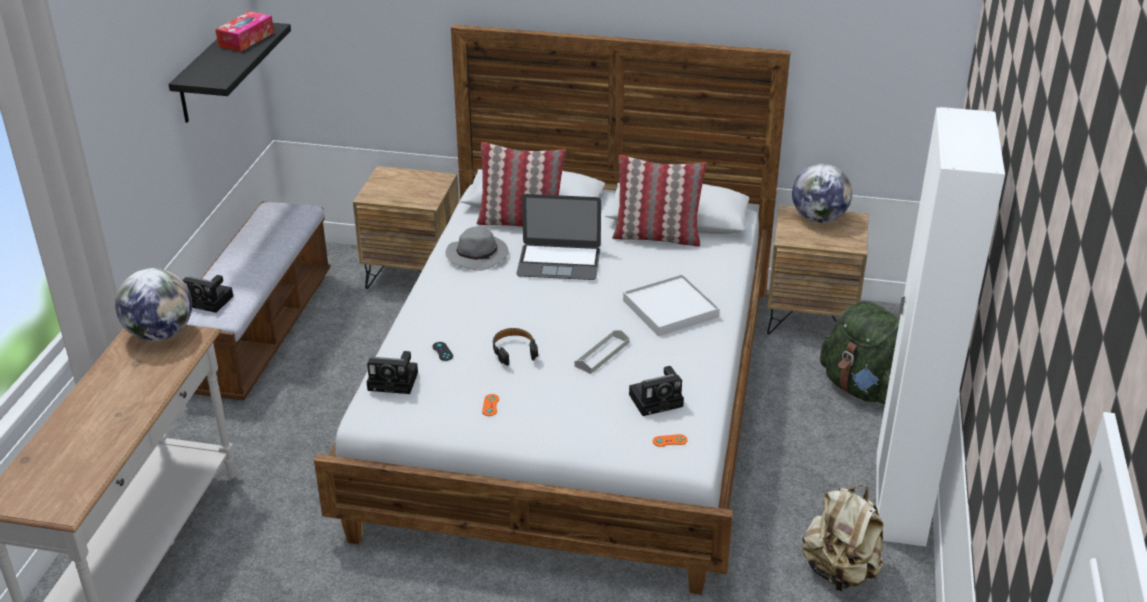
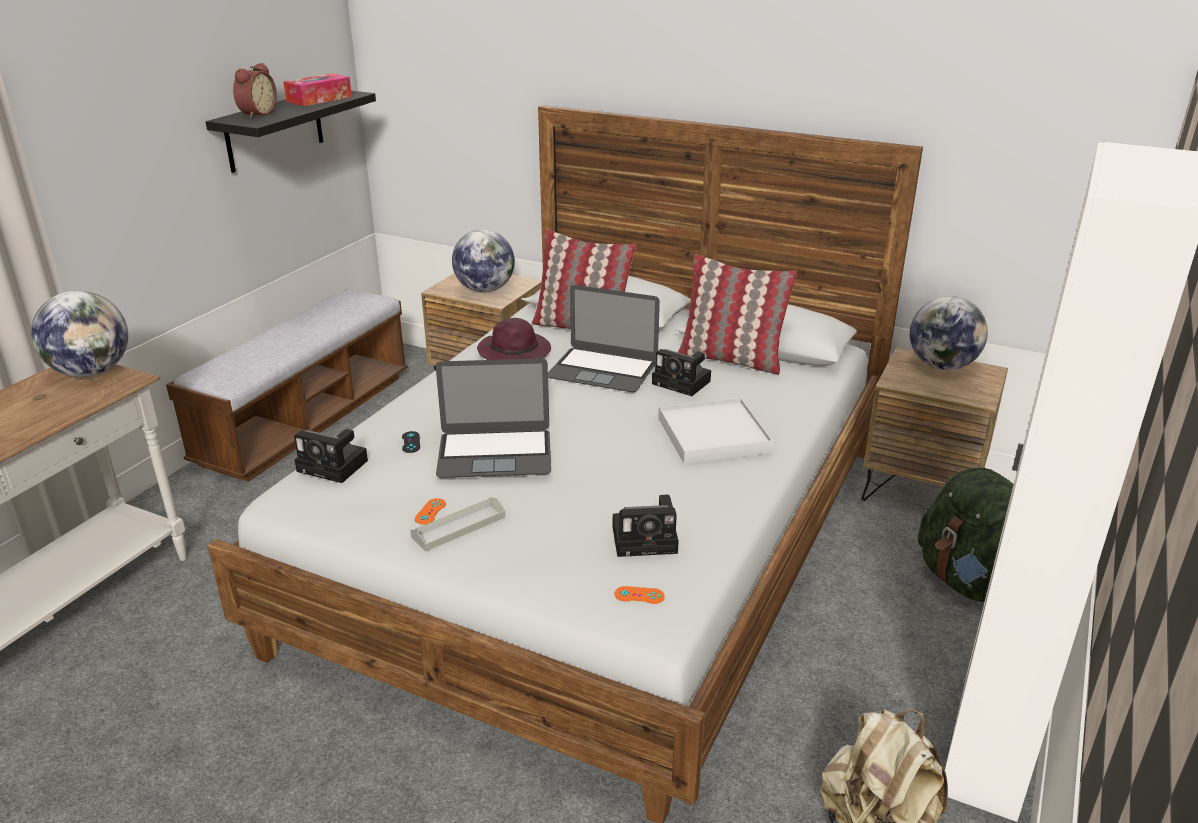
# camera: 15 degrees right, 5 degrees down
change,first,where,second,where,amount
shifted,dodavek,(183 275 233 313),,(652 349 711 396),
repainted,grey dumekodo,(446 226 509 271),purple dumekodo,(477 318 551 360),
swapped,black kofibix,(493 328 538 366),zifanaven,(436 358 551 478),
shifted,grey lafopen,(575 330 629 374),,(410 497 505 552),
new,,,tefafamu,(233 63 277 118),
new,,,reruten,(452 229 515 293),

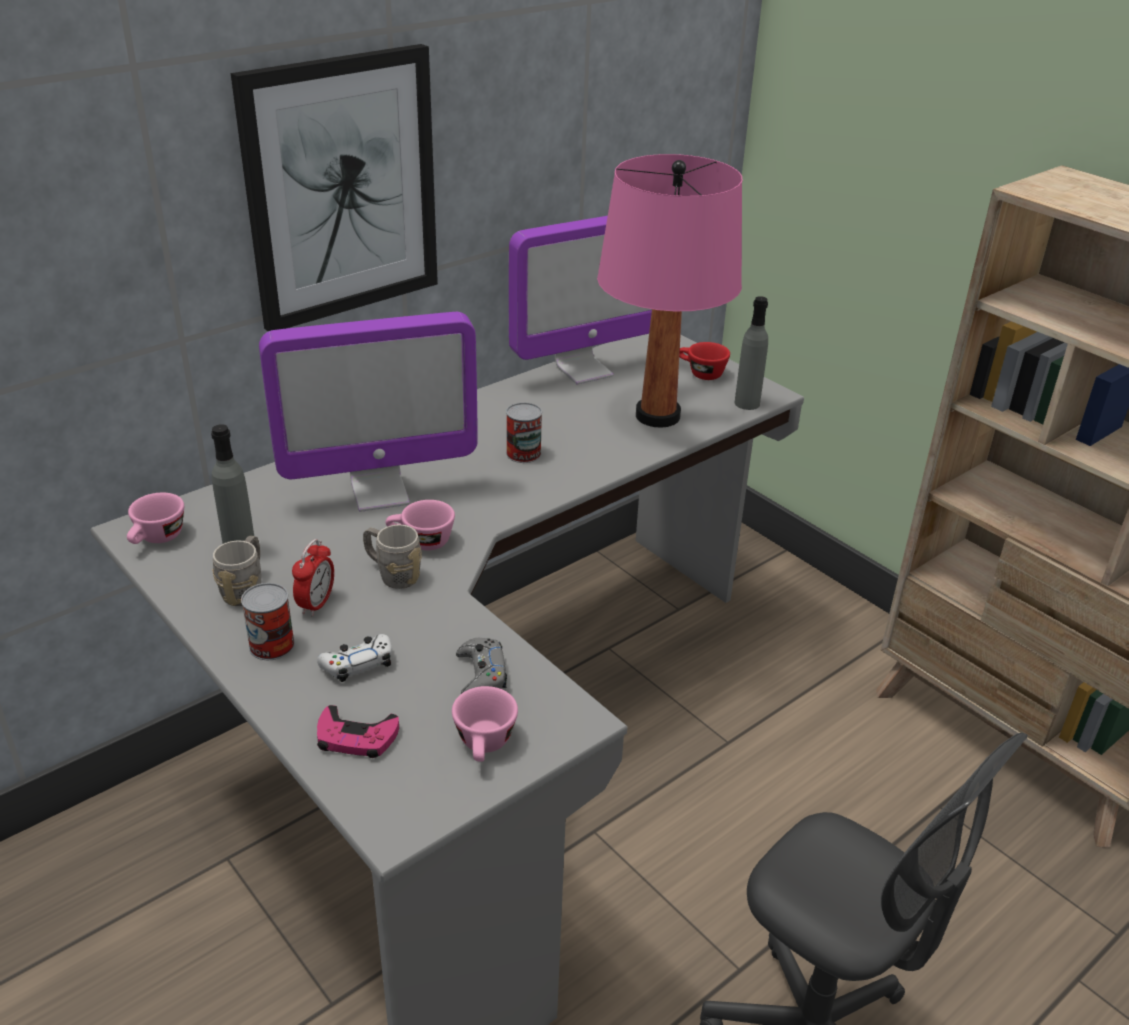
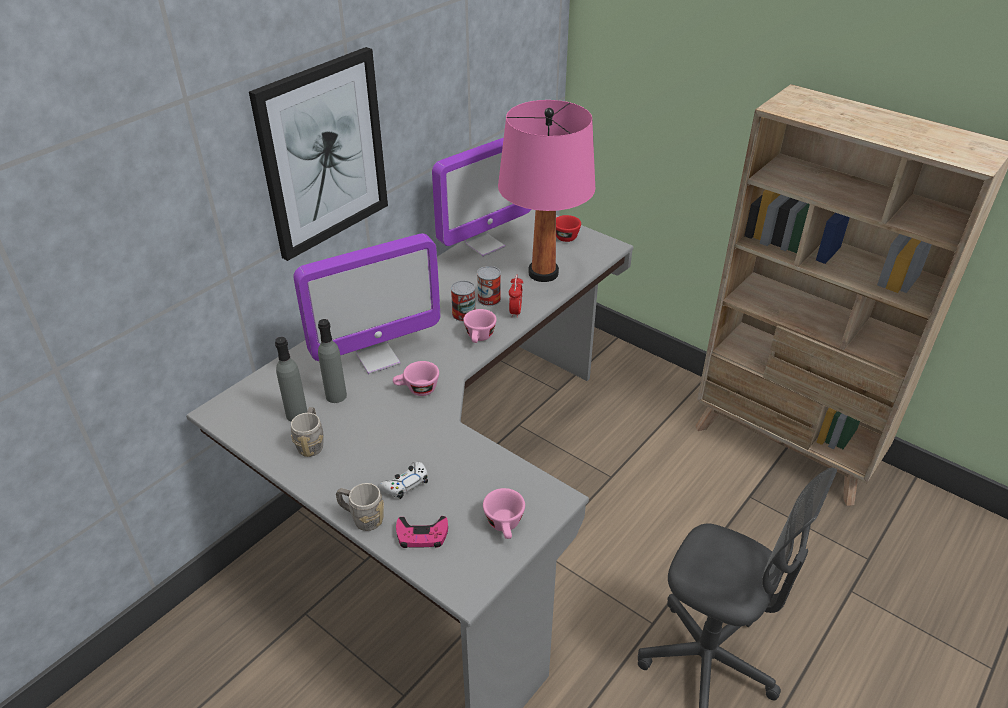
# camera: 10 degrees left, 5 degrees up
change,first,where,second,where,amount
shifted,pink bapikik,(127 493 184 544),,(463 309 497 343),
shifted,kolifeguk,(241 583 295 660),,(477 266 501 306),
shifted,tefafamu,(292 539 334 617),,(509 275 523 318),
shifted,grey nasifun,(363 524 422 589),,(336 483 384 531),
gone,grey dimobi,(456 638 507 694),,,
shifted,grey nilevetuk,(735 296 768 410),,(318 319 347 403),

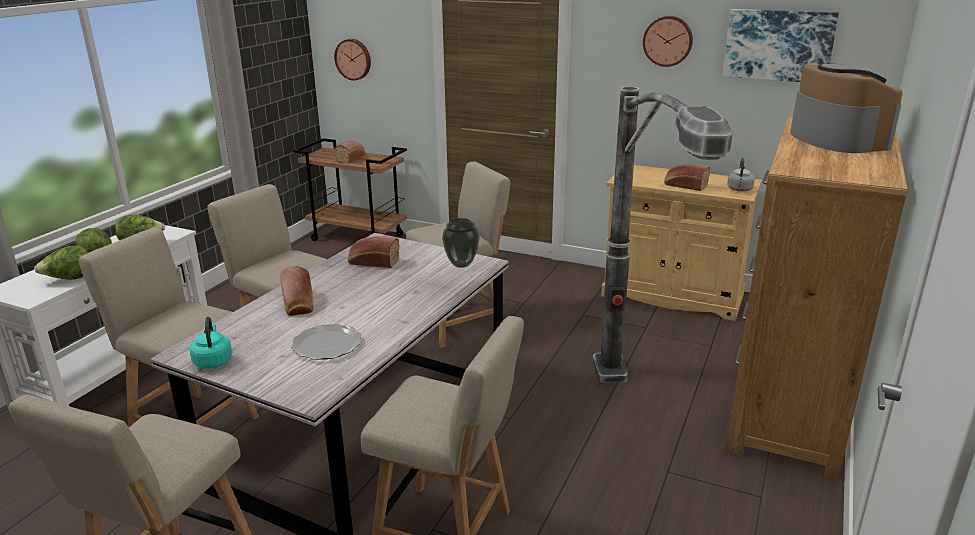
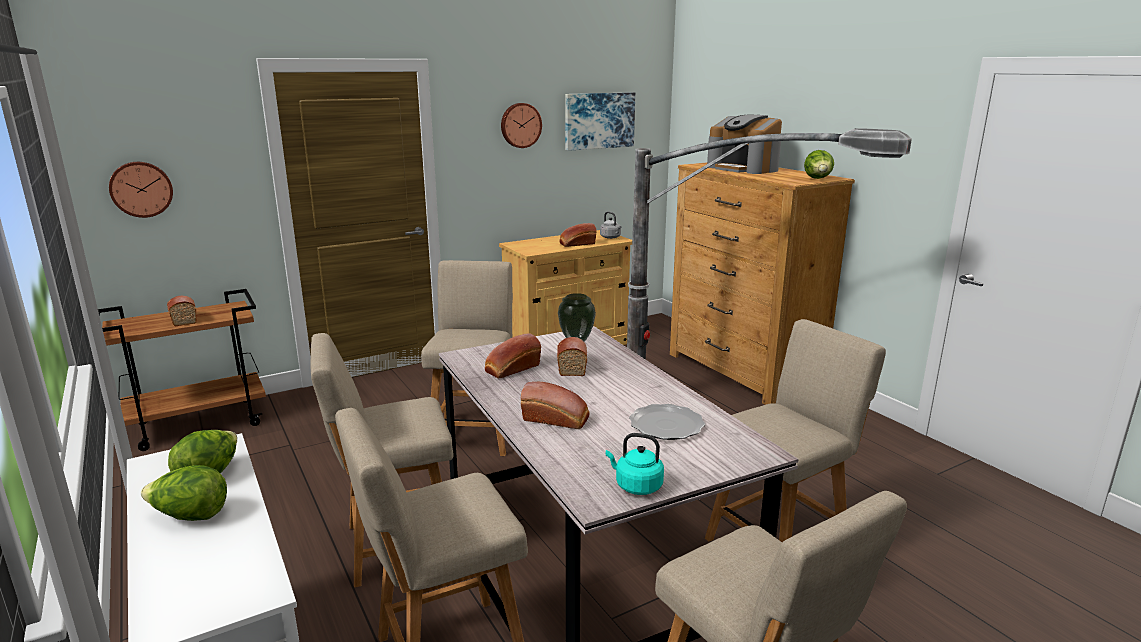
# camera: 55 degrees left, 5 degrees down
change,first,where,second,where,amount
shifted,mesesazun,(34 246 88 280),,(804 150 834 179),
rotated,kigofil,(790 62 903 153),,(707 115 782 174),150 degrees counterclockwise
new,,,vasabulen,(557 337 587 376),

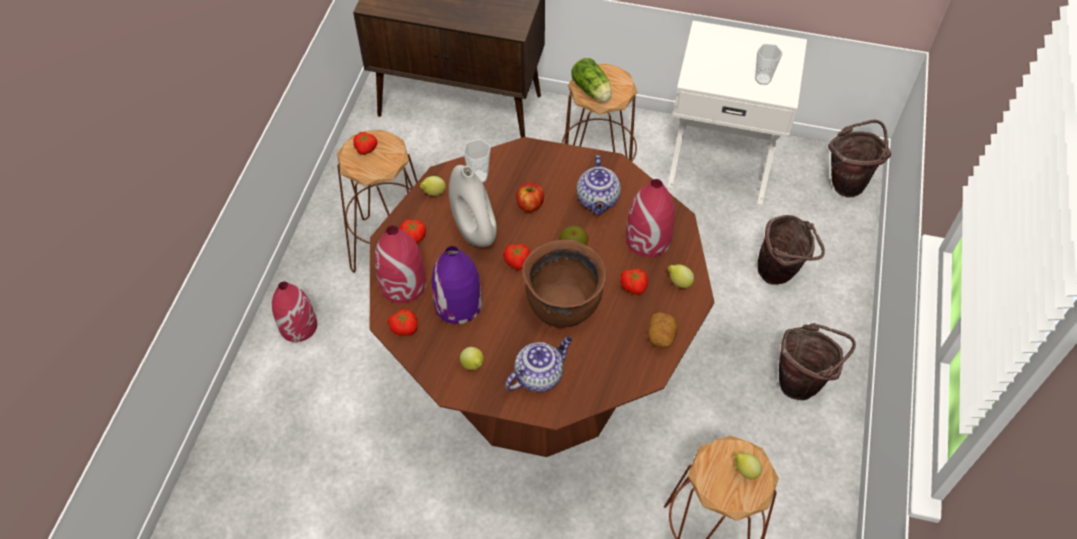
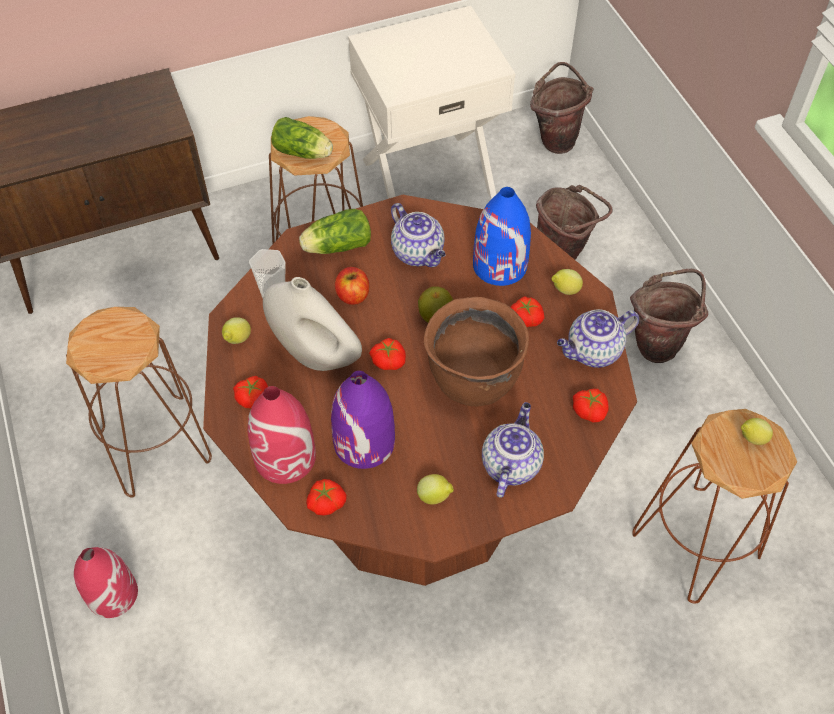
# camera: 35 degrees left, 0 degrees up
change,first,where,second,where,amount
shifted,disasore,(353 132 377 155),,(573 389 609 422),
repainted,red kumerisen,(626 179 675 257),blue kumerisen,(473 187 531 286),
swapped,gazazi,(648 312 678 347),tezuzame,(557 309 639 368),
gone,bapikik,(755 44 783 85),,,
new,,,mesesazun,(299 209 371 254),

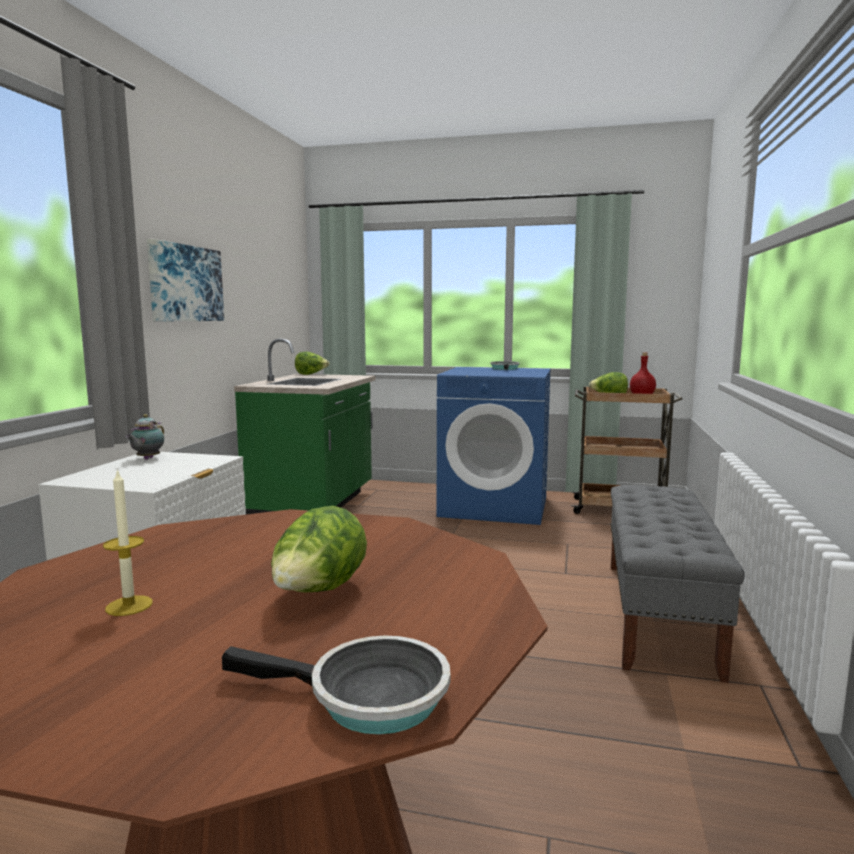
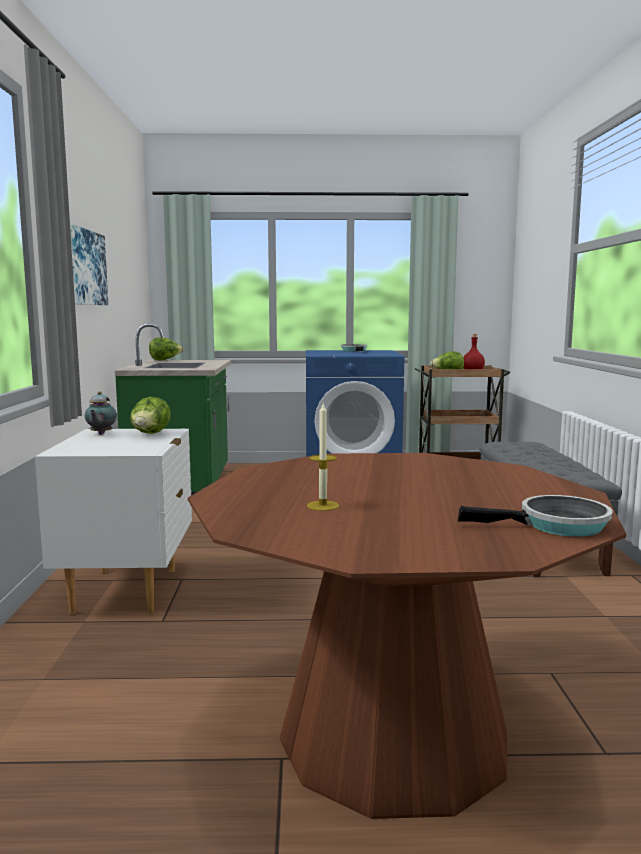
# camera: 15 degrees left, 0 degrees up
change,first,where,second,where,amount
shifted,mesesazun,(271 506 367 592),,(130 397 171 434),

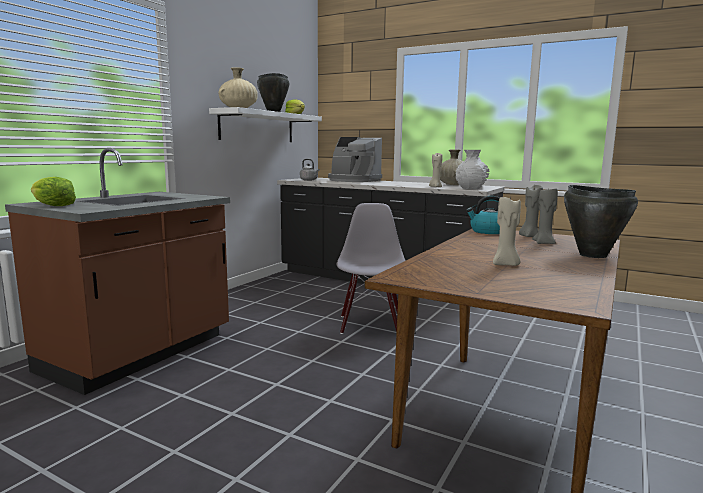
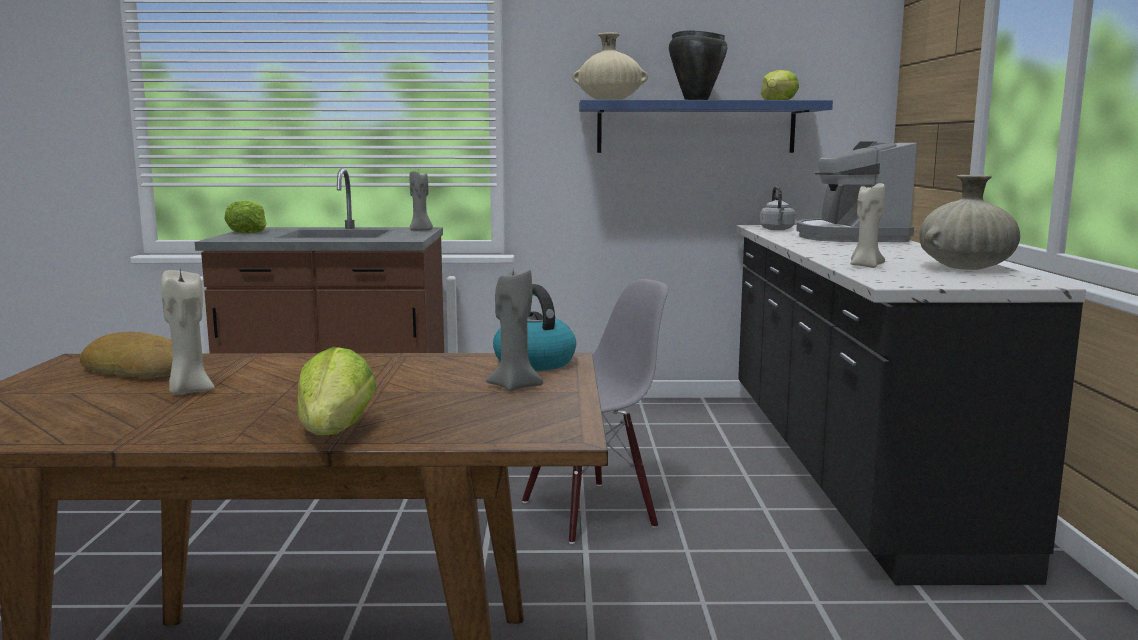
# camera: 60 degrees right, 0 degrees up
change,first,where,second,where,amount
repainted,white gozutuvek,(209 107 322 142),blue gozutuvek,(579 100 833 153),
gone,white kumerisen,(455 150 489 189),,,
shifted,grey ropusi,(532 189 558 244),,(410 171 433 231),
swapped,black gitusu,(564 185 638 258),mesesazun,(297 347 376 435),
new,,,vasabulen,(80 332 173 378),

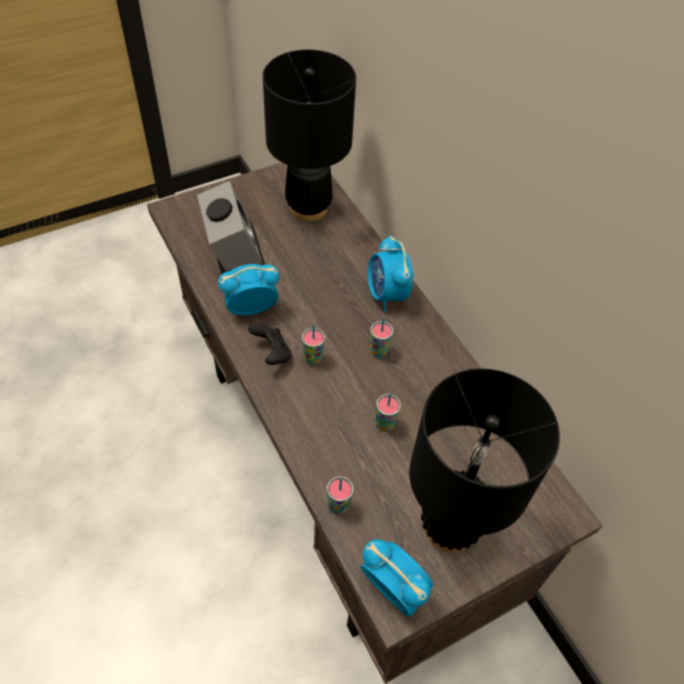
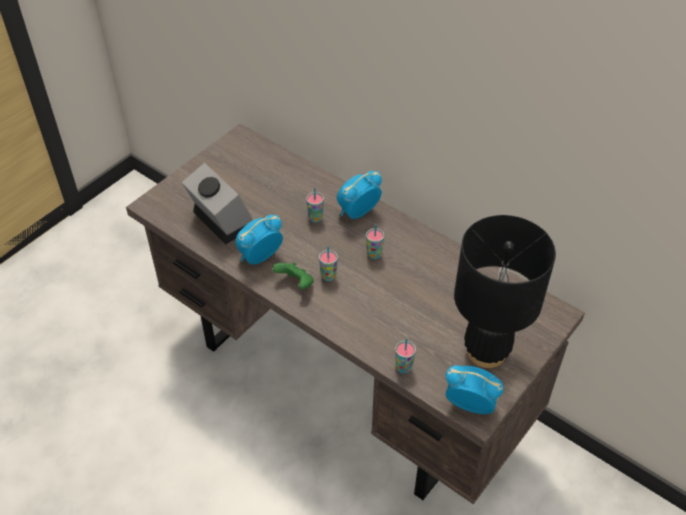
# camera: 20 degrees left, 5 degrees down
change,first,where,second,where,amount
repainted,black dimobi,(248 323 292 365),green dimobi,(273 262 314 289),
gone,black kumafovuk,(263 50 356 221),,,
rotated,tefafamu,(368 235 413 312),,(337 171 382 219),90 degrees clockwise
shifted,bapikik,(376 393 401 432),,(306 187 324 222),

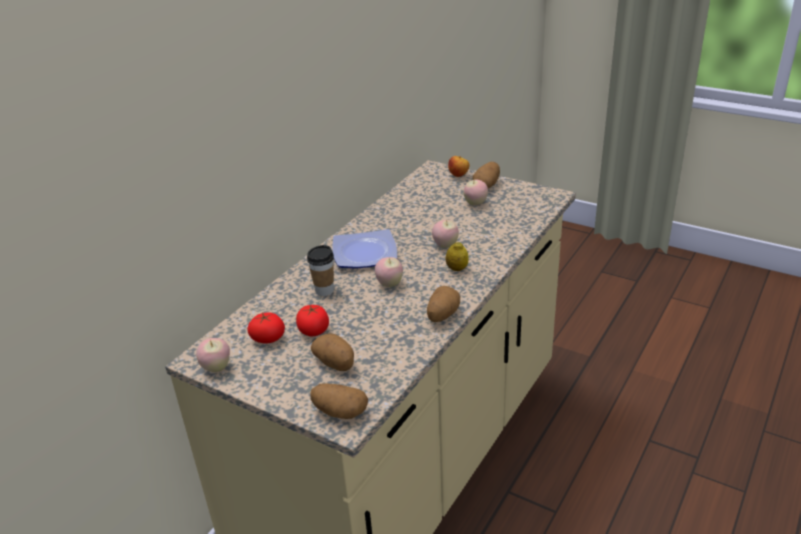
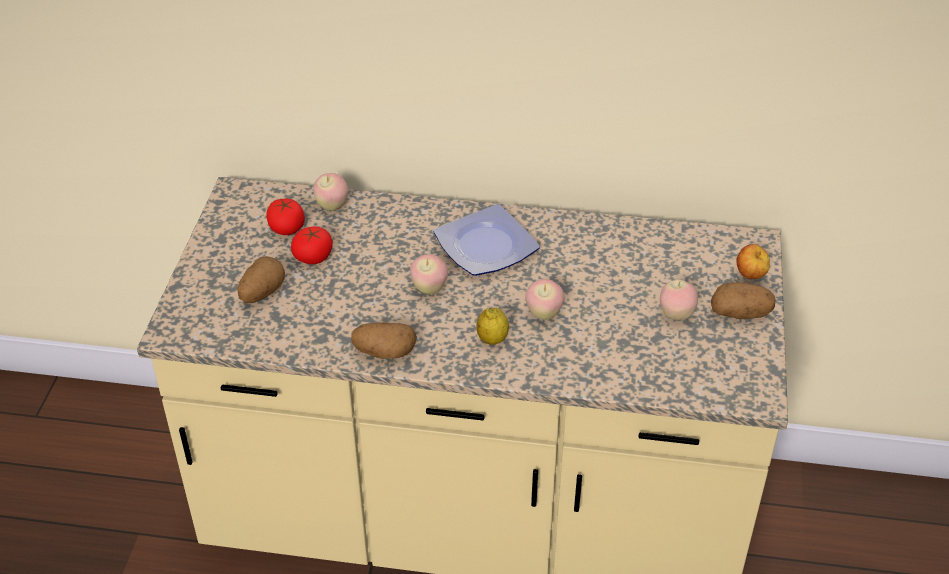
# camera: 65 degrees right, 10 degrees up
change,first,where,second,where,amount
shifted,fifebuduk,(196 338 230 372),,(313 173 348 210),
gone,bapikik,(307 245 334 296),,,
gone,gazazi,(311 384 368 419),,,

